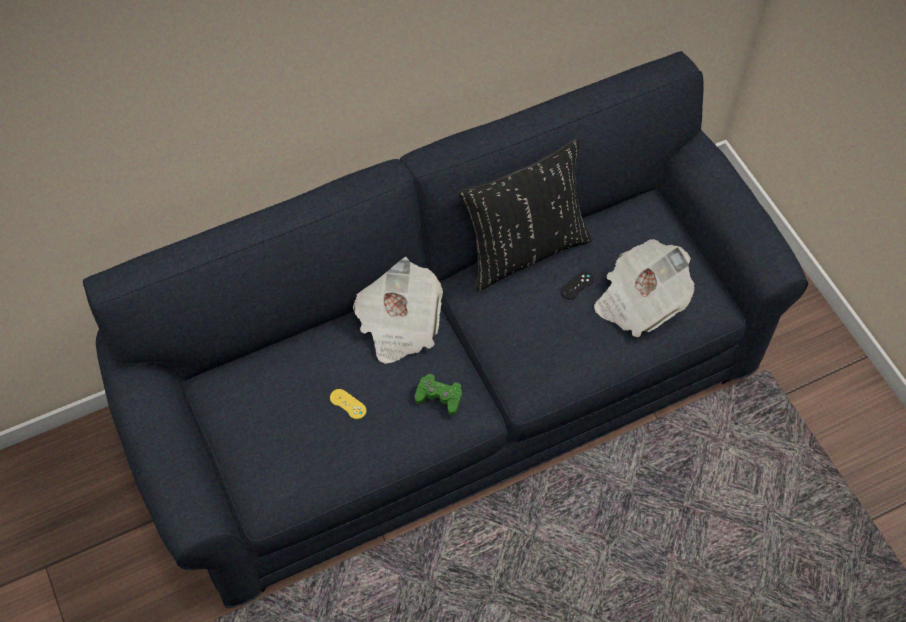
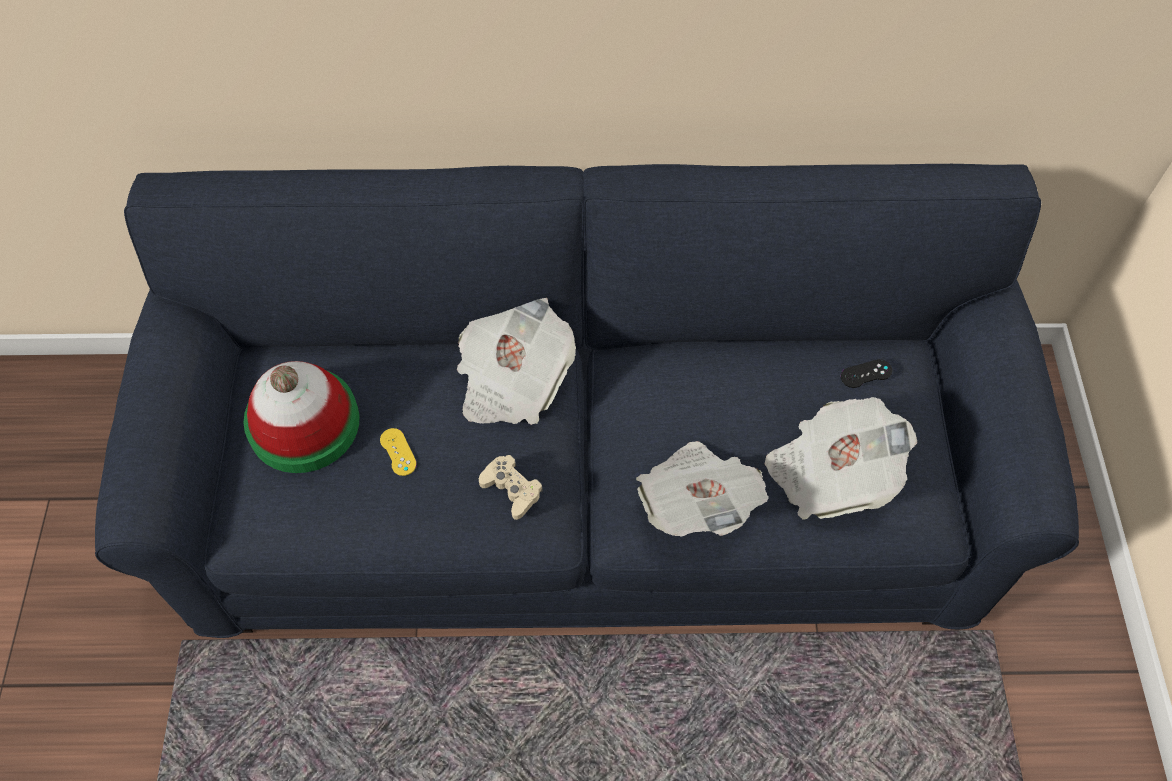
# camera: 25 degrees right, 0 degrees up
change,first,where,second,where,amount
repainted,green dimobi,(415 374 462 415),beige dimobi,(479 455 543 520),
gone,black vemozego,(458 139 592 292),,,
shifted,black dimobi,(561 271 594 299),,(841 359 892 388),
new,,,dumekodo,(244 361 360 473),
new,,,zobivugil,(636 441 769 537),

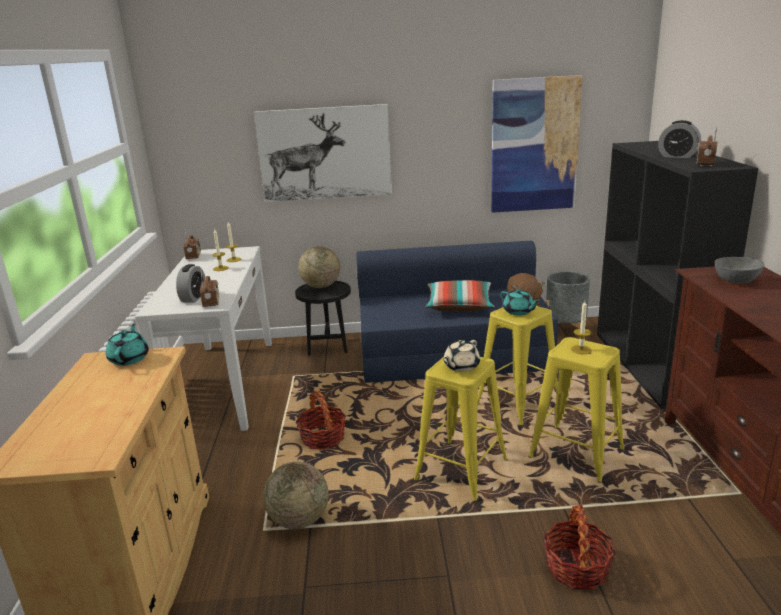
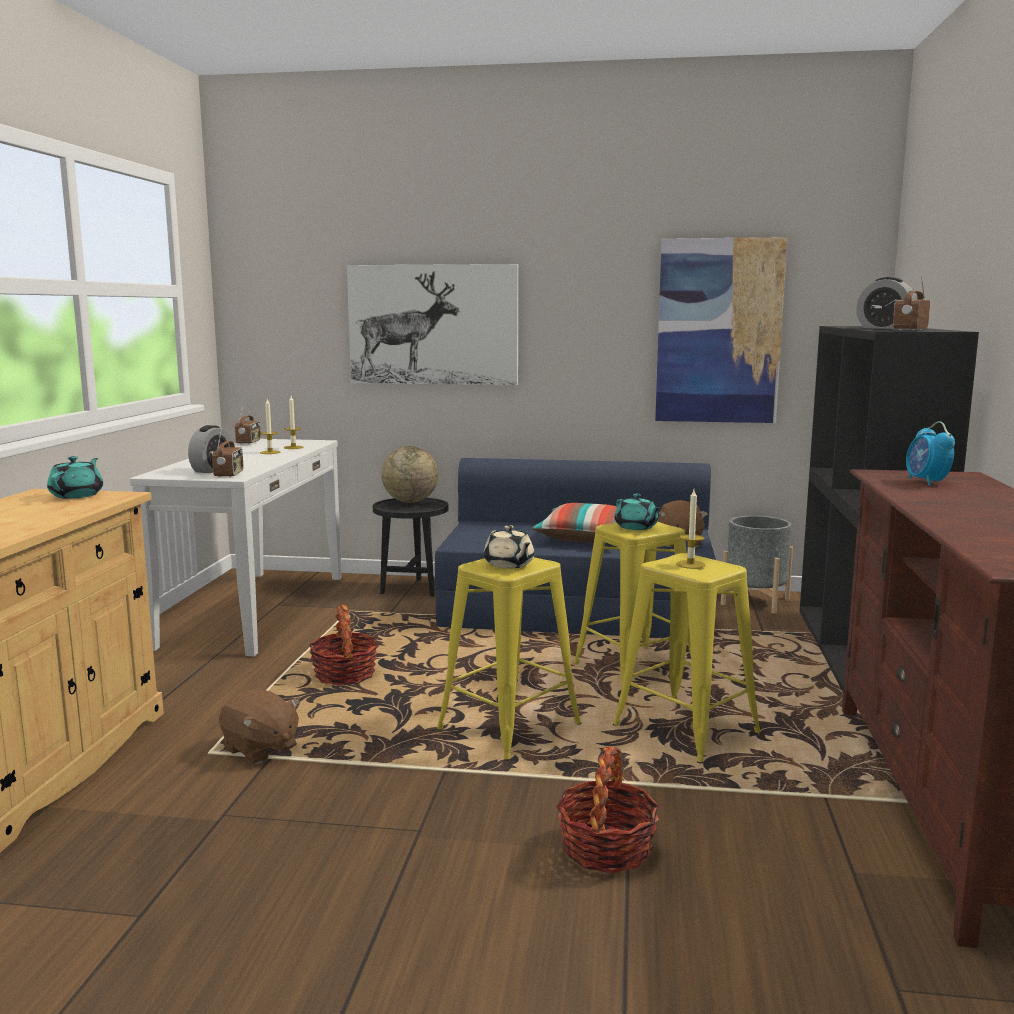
# camera: 10 degrees right, 10 degrees down
change,first,where,second,where,amount
swapped,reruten,(263 461 329 529),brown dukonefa,(219 689 300 764),
rotated,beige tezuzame,(444 340 480 372),,(484 525 534 569),75 degrees counterclockwise
swapped,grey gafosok,(715 257 764 284),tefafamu,(906 421 955 486),

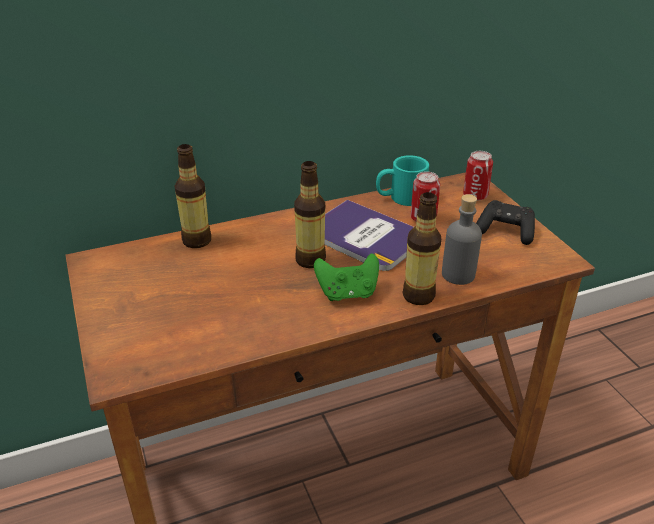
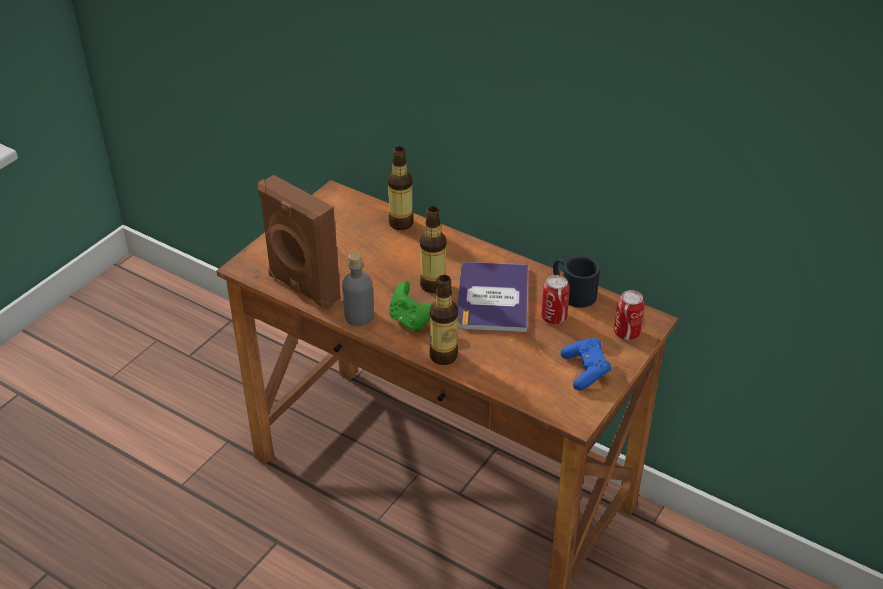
# camera: 55 degrees right, 5 degrees up
change,first,where,second,where,amount
repainted,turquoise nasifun,(376 155 429 206),black nasifun,(553 256 600 308),
shifted,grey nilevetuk,(442 194 482 285),,(342 252 374 326),
repainted,black dimobi,(476 200 535 245),blue dimobi,(561 338 611 390),
new,,,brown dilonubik,(258 175 341 309),

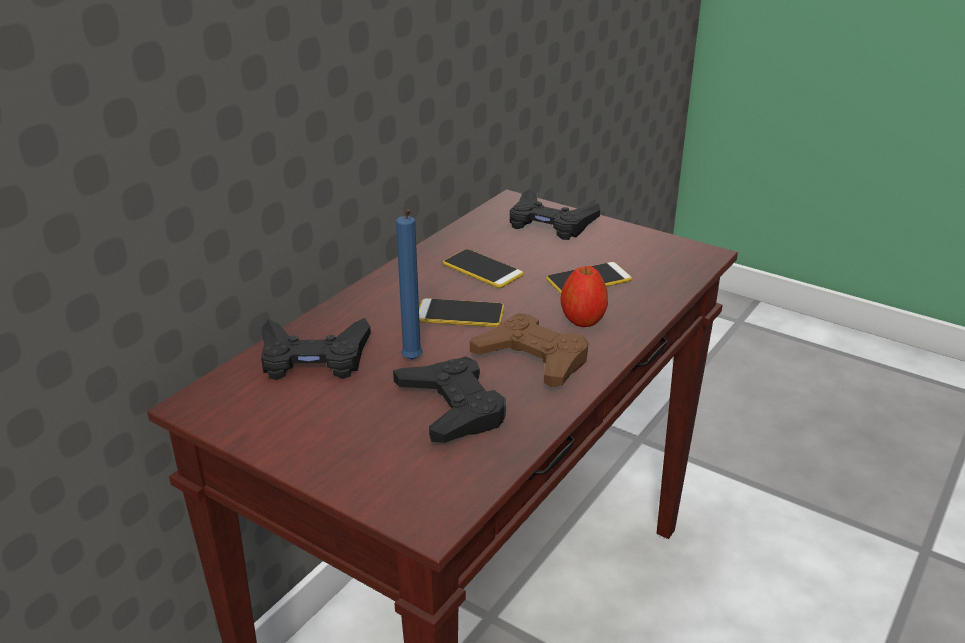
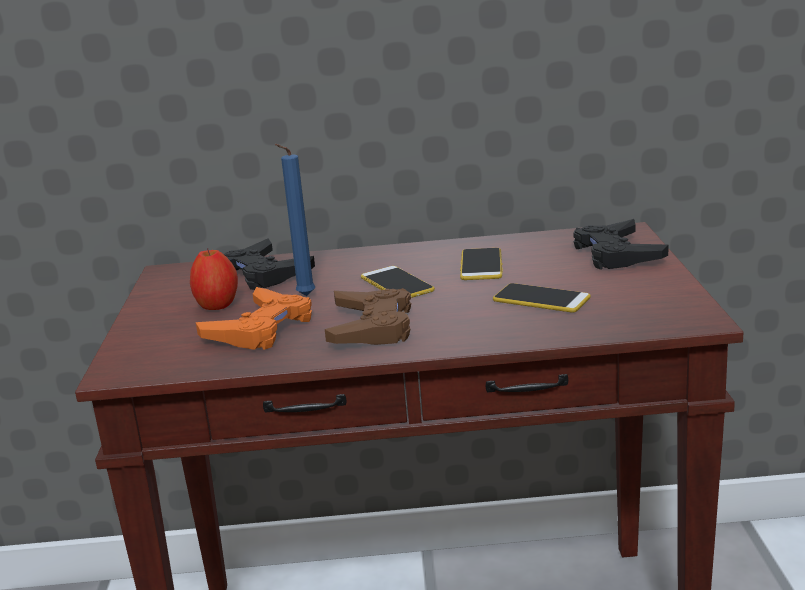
# camera: 55 degrees right, 10 degrees down
change,first,where,second,where,amount
repainted,black dimobi,(393 357 506 443),orange dimobi,(196 287 312 350),
shifted,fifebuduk,(560 266 608 327),,(190 249 238 310),

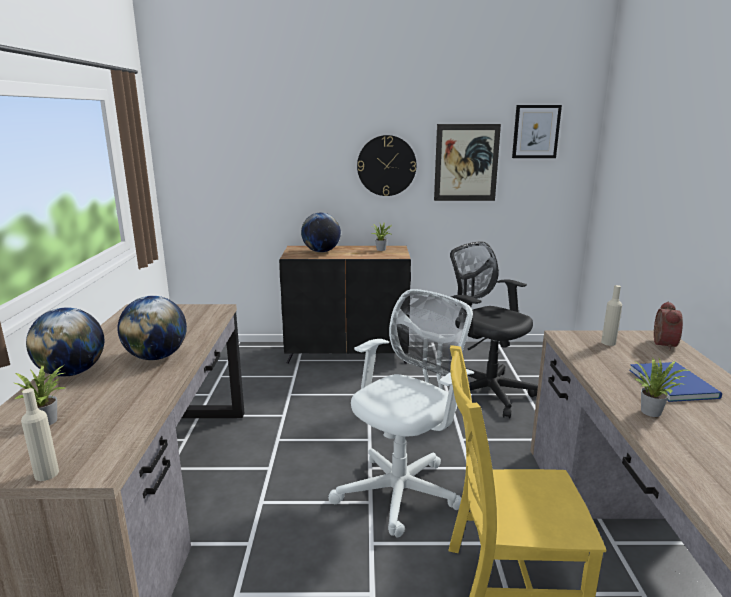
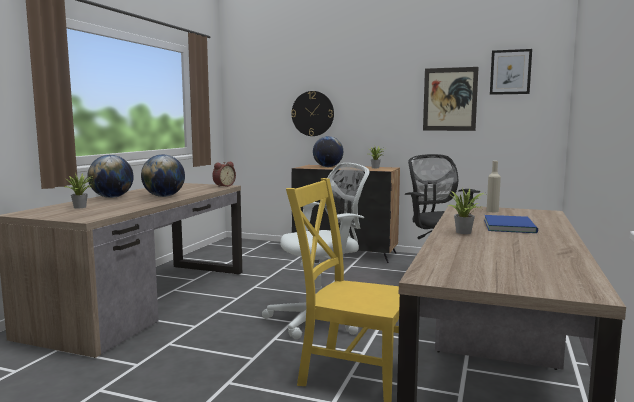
# camera: 20 degrees right, 10 degrees down
change,first,where,second,where,amount
gone,beige nilevetuk,(21 388 59 481),,,
shifted,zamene,(357 135 416 196),,(291 91 334 136),
shifted,tefafamu,(653 301 683 350),,(212 162 236 187),

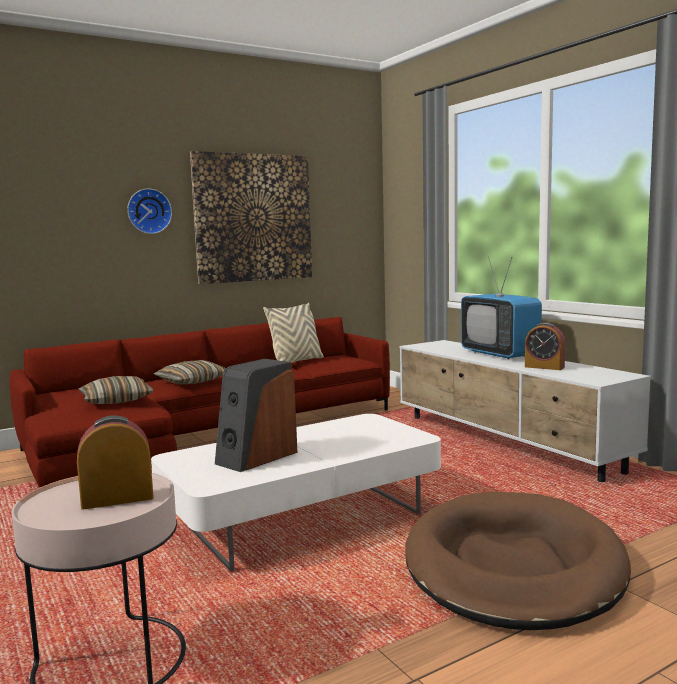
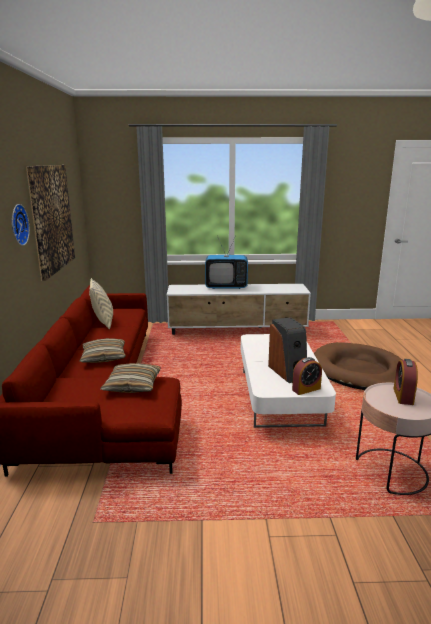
# camera: 60 degrees left, 10 degrees up
change,first,where,second,where,amount
shifted,tefafamu,(525 322 565 370),,(292 357 322 395),

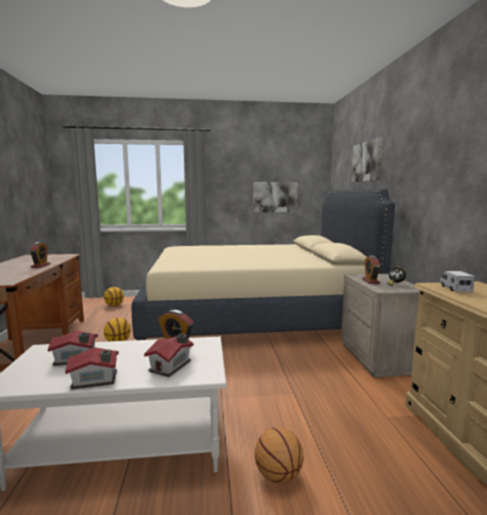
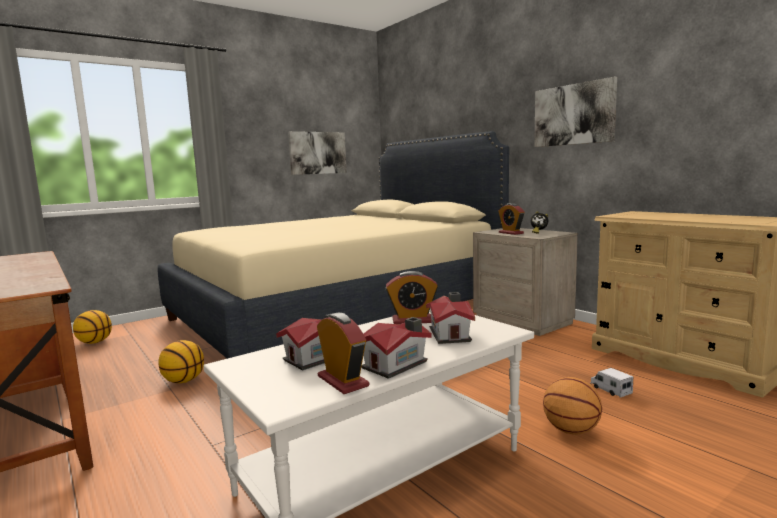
# camera: 30 degrees left, 0 degrees up
change,first,where,second,where,amount
shifted,tefafamu,(30 242 51 268),,(317 313 369 394),
shifted,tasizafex,(351 137 383 182),,(534 77 617 147),
shifted,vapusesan,(440 271 475 292),,(591 368 633 398),

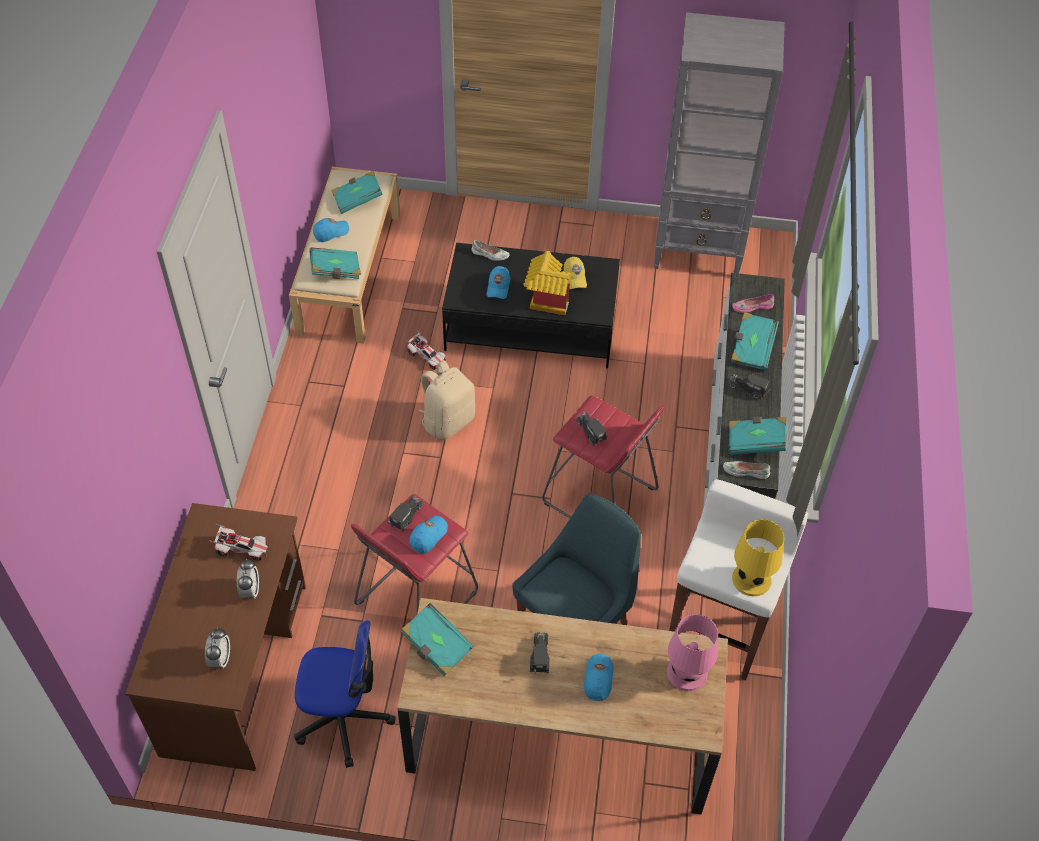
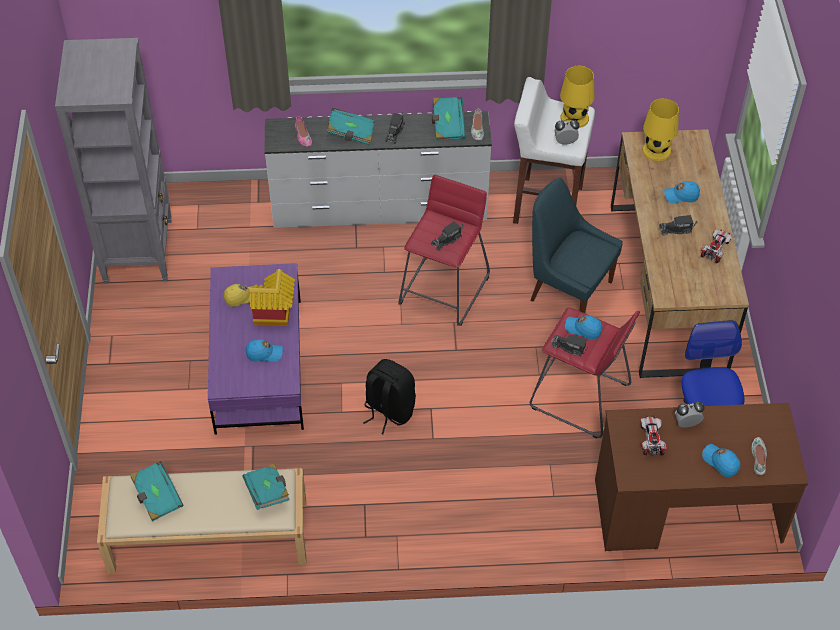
# camera: 100 degrees left, 0 degrees up
change,first,where,second,where,amount
shifted,tefafamu,(205 628 230 669),,(555 119 580 145),
shifted,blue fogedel,(313 218 349 242),,(702 444 741 477),
gone,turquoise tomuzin,(401 602 474 676),,,
shifted,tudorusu,(405 330 446 370),,(701 229 733 264),
repainted,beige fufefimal,(419 360 475 440),black fufefimal,(363 359 416 434),
repainted,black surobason,(442 243 620 368),purple surobason,(208 263 304 435),
shifted,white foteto,(472 240 510 261),,(751 437 767 475),
repainted,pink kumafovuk,(667 614 718 691),yellow kumafovuk,(642 98 679 161),

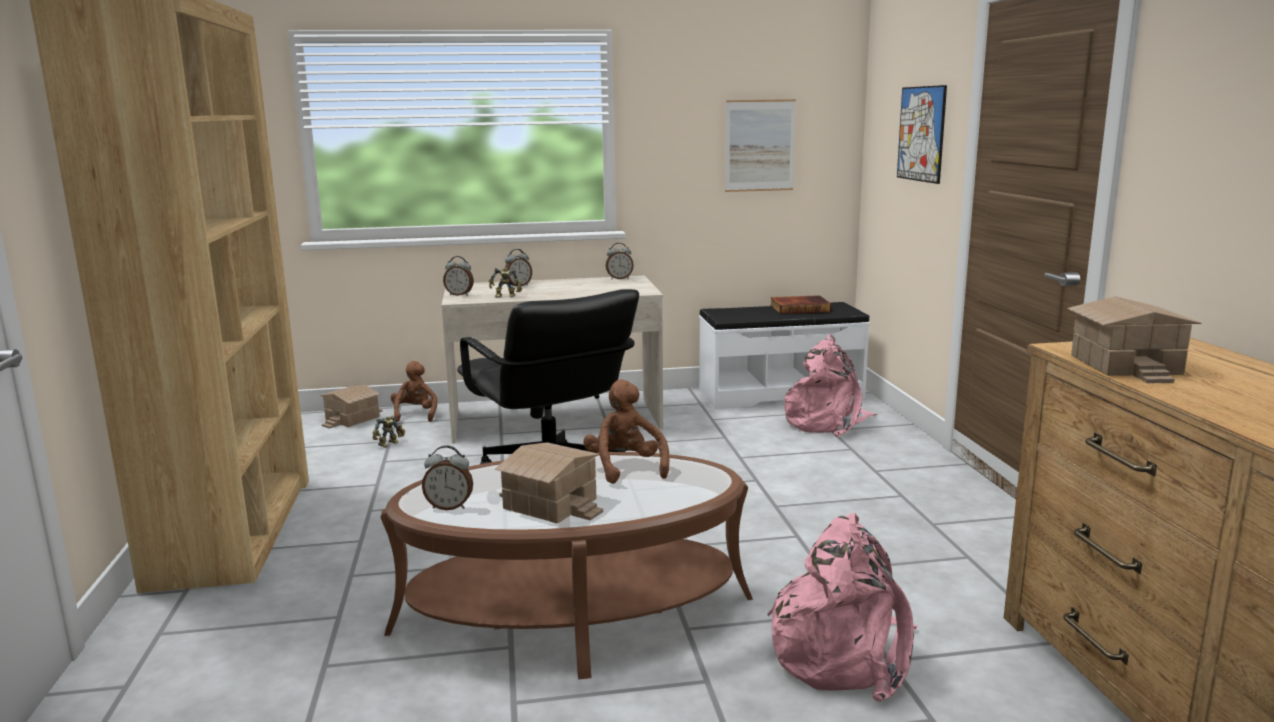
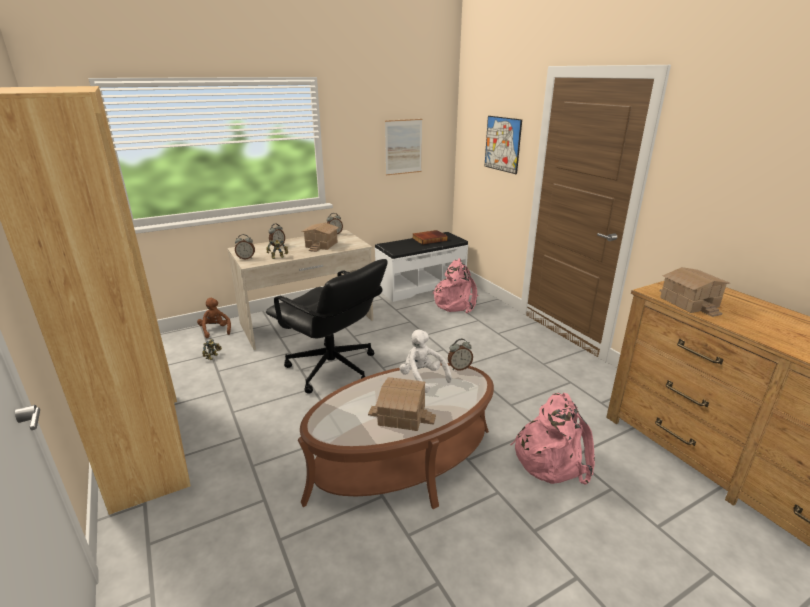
# camera: 20 degrees left, 10 degrees up
change,first,where,second,where,amount
shifted,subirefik,(320 385 382 429),,(301 223 339 252),
shifted,tefafamu,(422 445 473 510),,(448 339 473 370),
repainted,brown dukonefa,(583 380 670 484),white dukonefa,(400 329 452 393),

